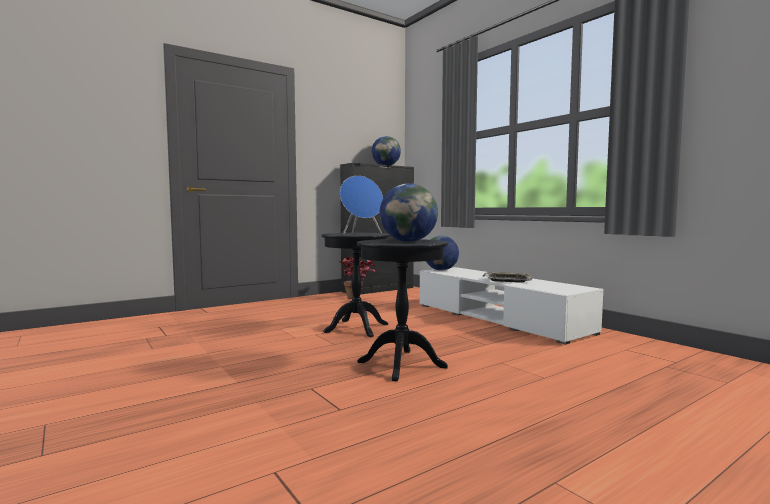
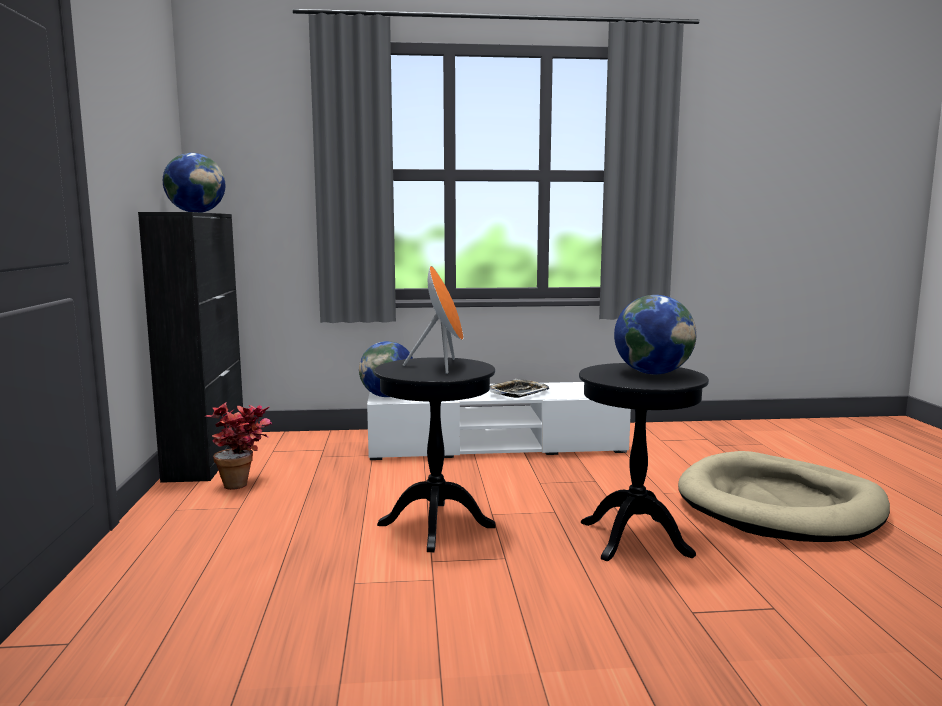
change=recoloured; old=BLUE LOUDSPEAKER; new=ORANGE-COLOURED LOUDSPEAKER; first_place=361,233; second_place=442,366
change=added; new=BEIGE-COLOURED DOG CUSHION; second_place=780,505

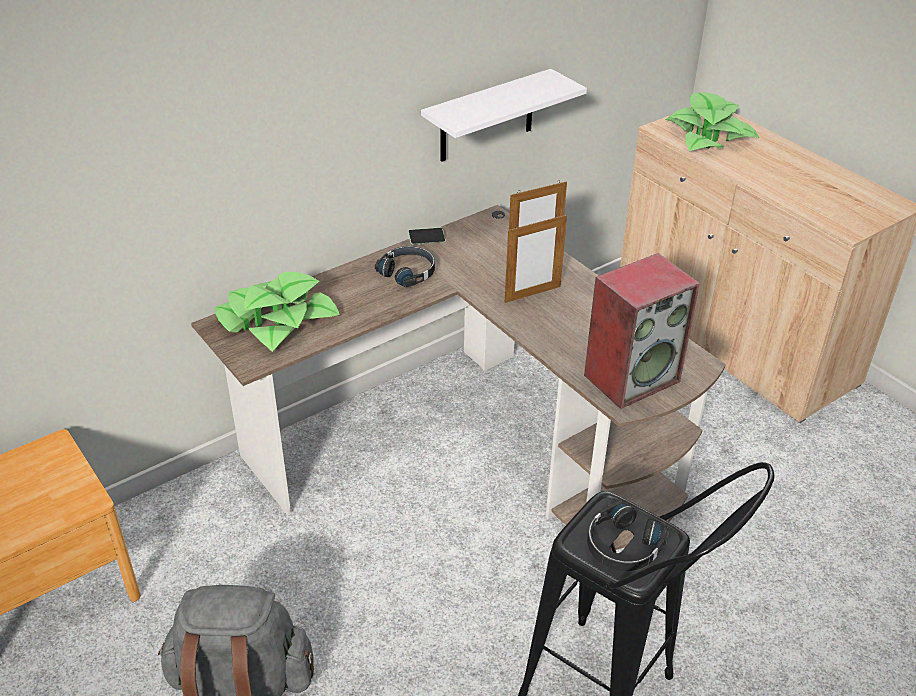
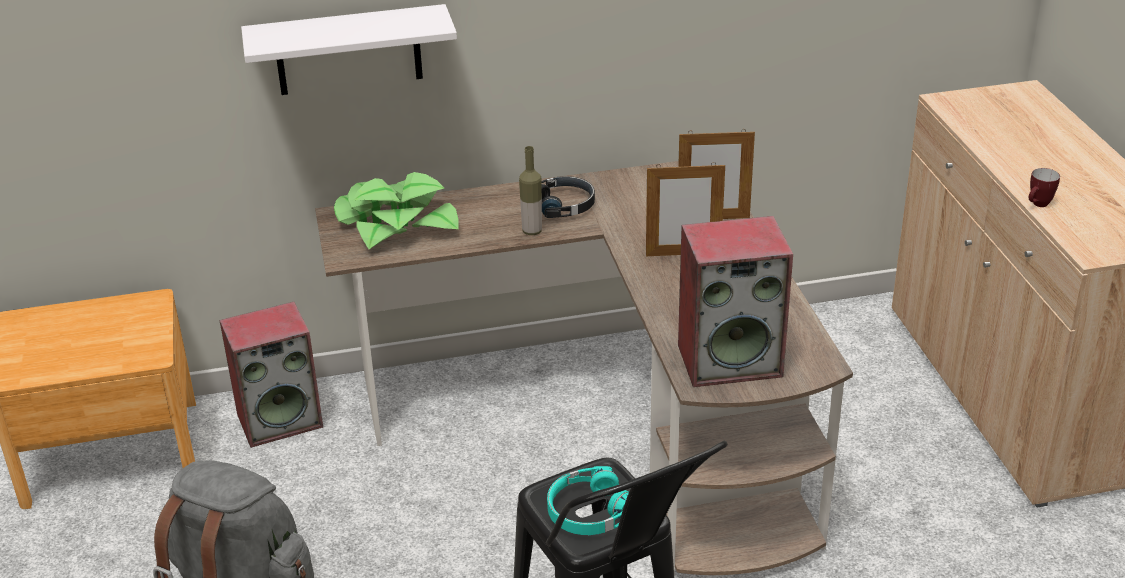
change=removed; old=PHONE; first_place=426,240
change=moved; old=WHITE-COLOURED SHELF; first_place=487,117; second_place=348,50
change=recoloured; old=BLACK HEADSET; new=TURQUOISE HEADSET; first_place=622,546; second_place=588,512
change=removed; old=PLANT IN A POT; first_place=709,136
change=added; new=LOUDSPEAKER; second_place=280,419
change=added; new=BOTTLE; second_place=532,231
change=added; new=TEA MUG; second_place=1038,205

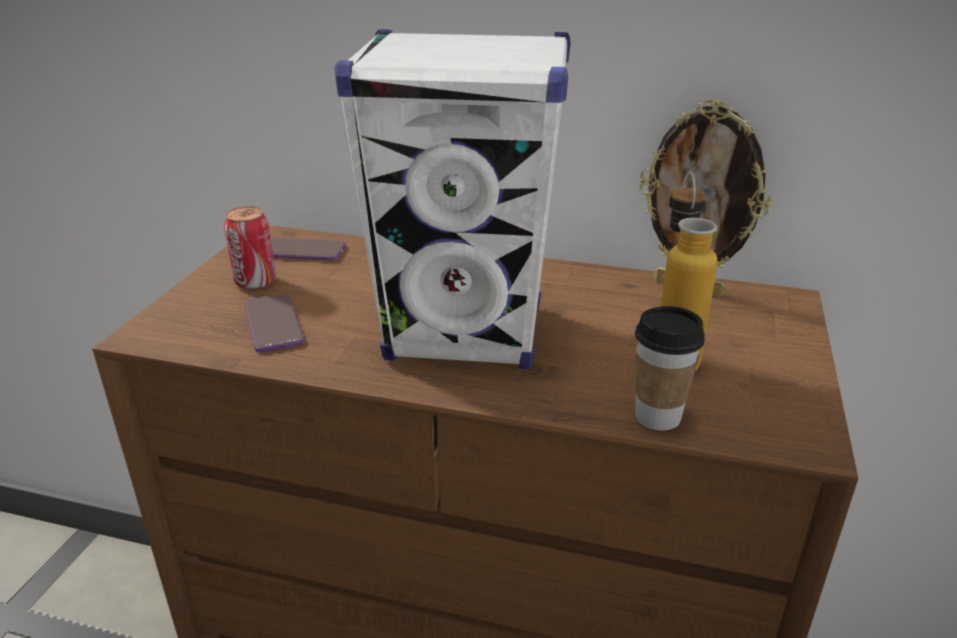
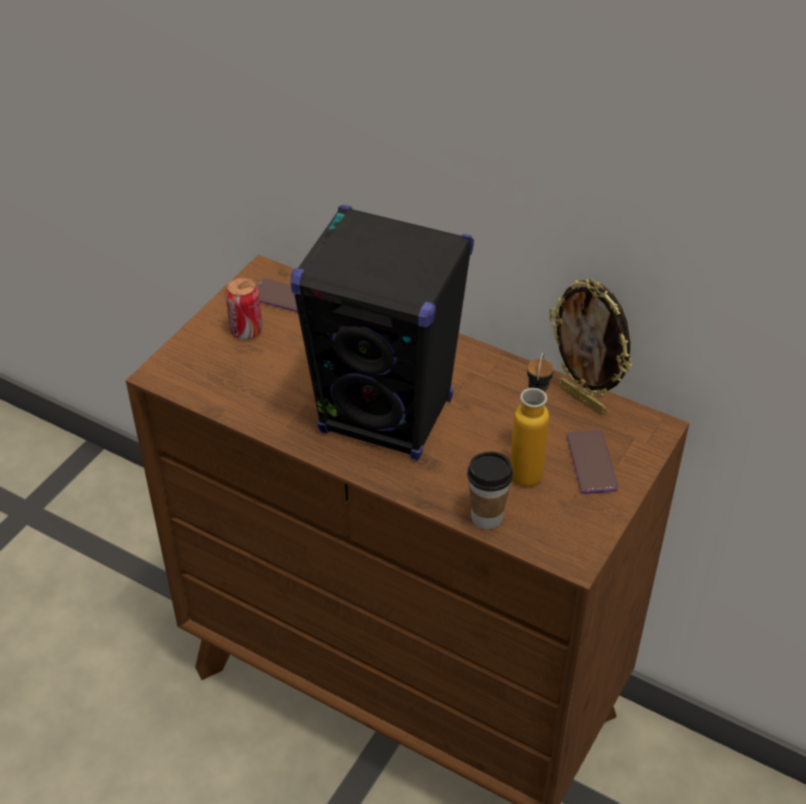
change=moved; old=PHONE; first_place=273,324; second_place=591,462
change=recoloured; old=WHITE-COLOURED LOUDSPEAKER; new=BLACK LOUDSPEAKER; first_place=466,333; second_place=387,416

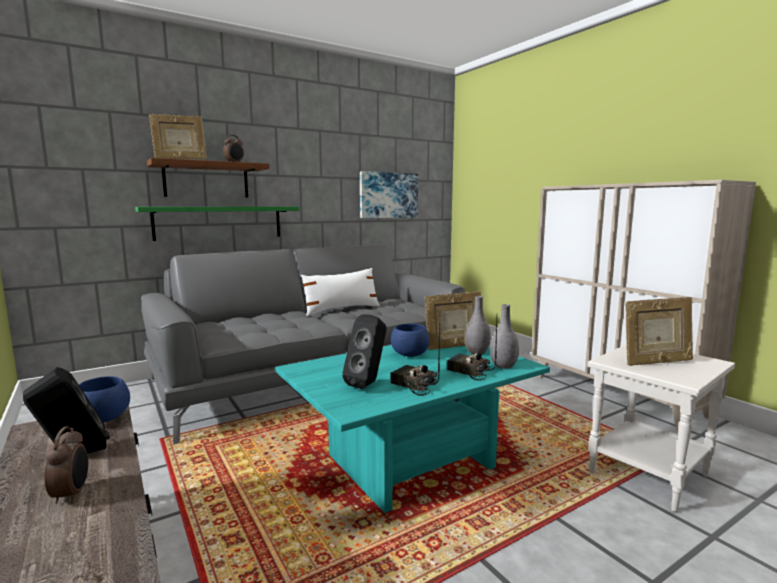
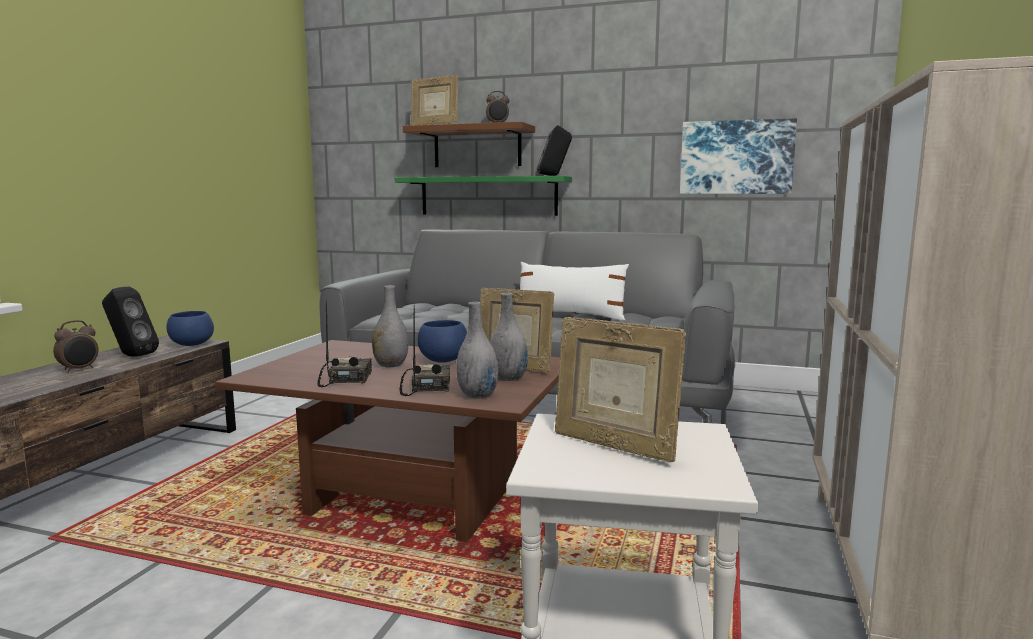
change=recoloured; old=TURQUOISE LOUNGE TABLE; new=BROWNISH LOUNGE TABLE; first_place=411,465; second_place=410,498
change=moved; old=BLACK LOUDSPEAKER; first_place=368,384; second_place=553,176
change=added; new=GREY VASE; second_place=391,365

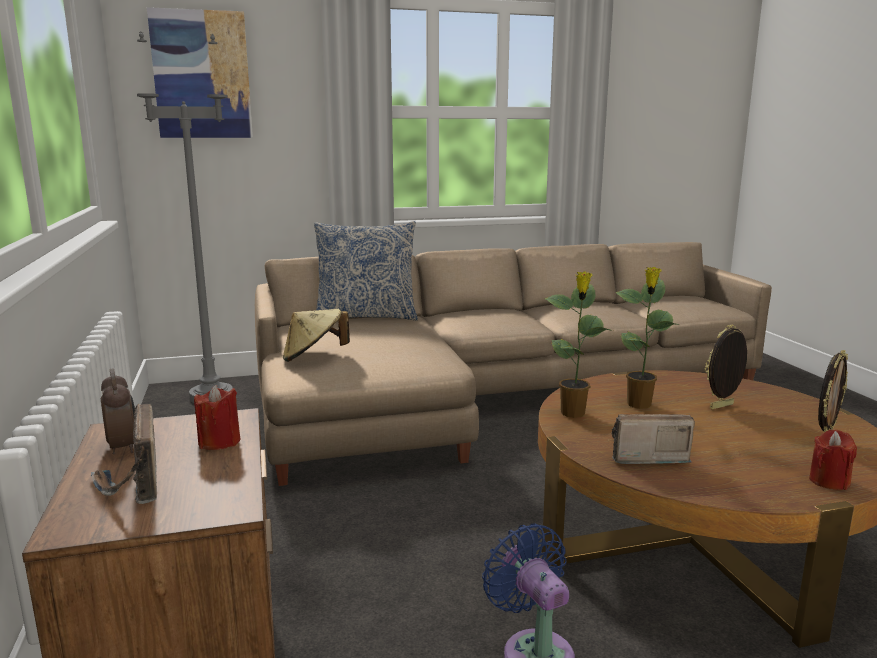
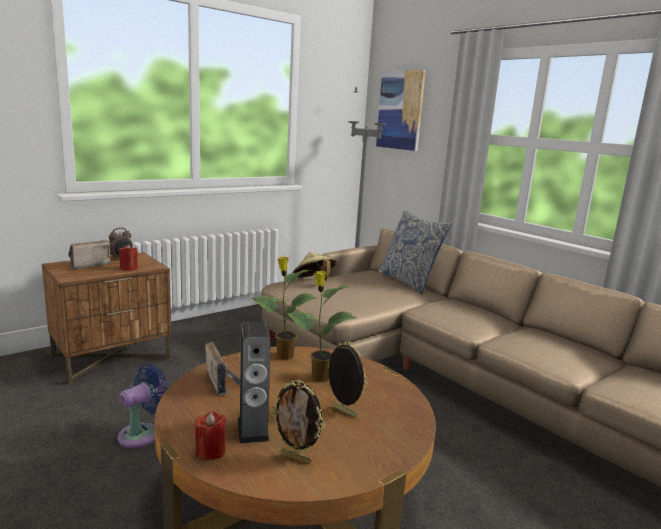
change=added; new=LOUDSPEAKER; second_place=253,429

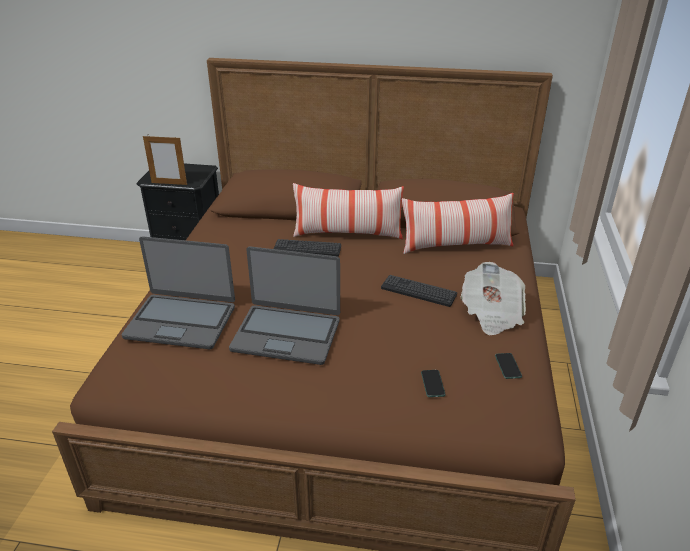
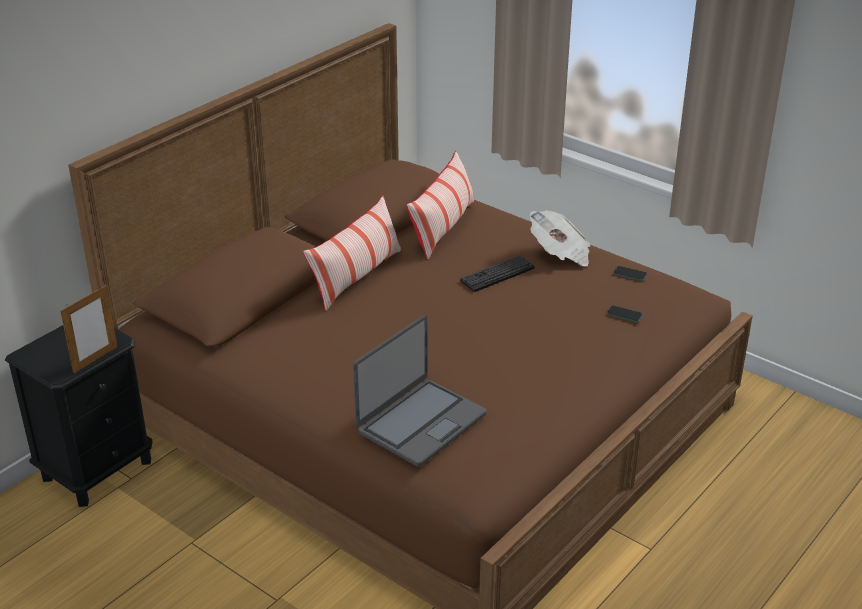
change=removed; old=PORTABLE COMPUTER; first_place=287,334
change=removed; old=PC KEYBOARD; first_place=307,248

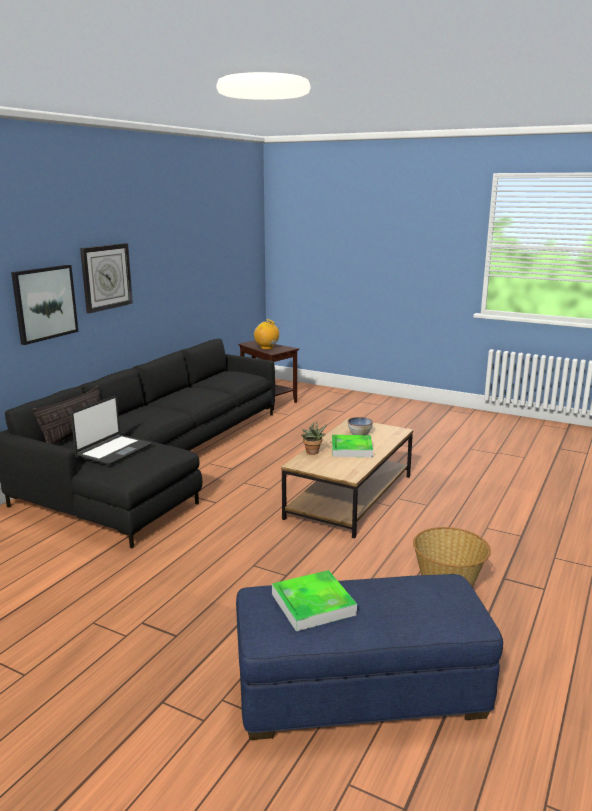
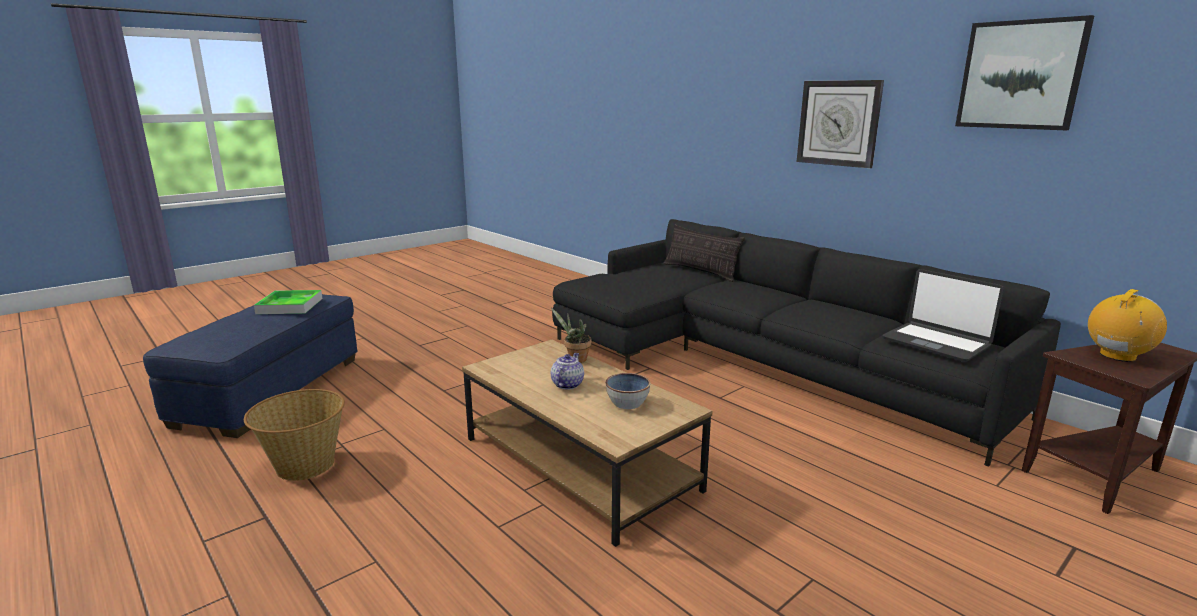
change=moved; old=PICTURE; first_place=44,303; second_place=1020,75
change=moved; old=PORTABLE COMPUTER; first_place=113,451; second_place=936,342
change=replaced; old=CARRYING TRAY; new=TEA POT; first_place=351,449; second_place=567,384

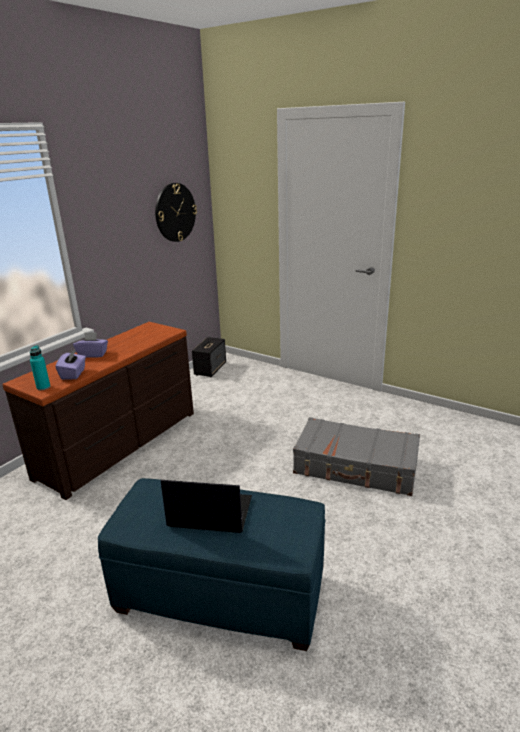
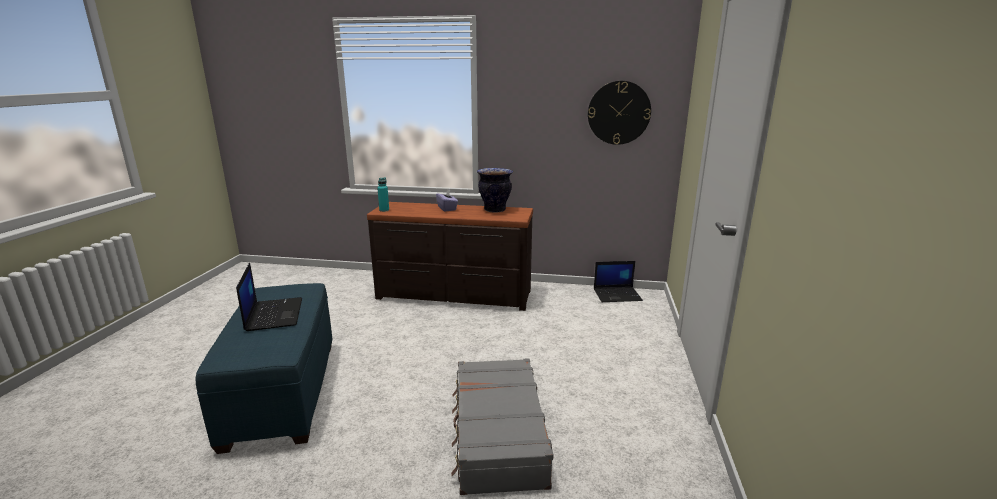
change=removed; old=PURPLE TISSUE BOX; first_place=73,374
change=replaced; old=LOUDSPEAKER; new=PORTABLE COMPUTER; first_place=210,369; second_place=617,295
change=added; new=VASE; second_place=495,210

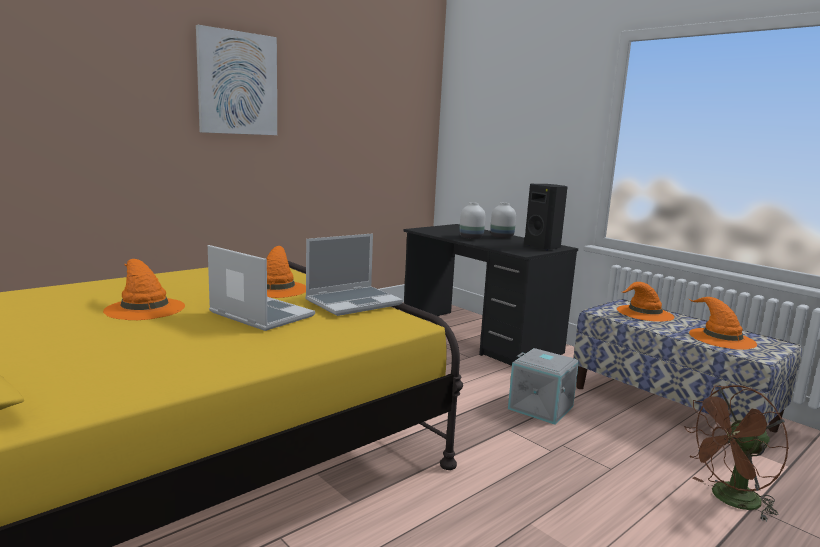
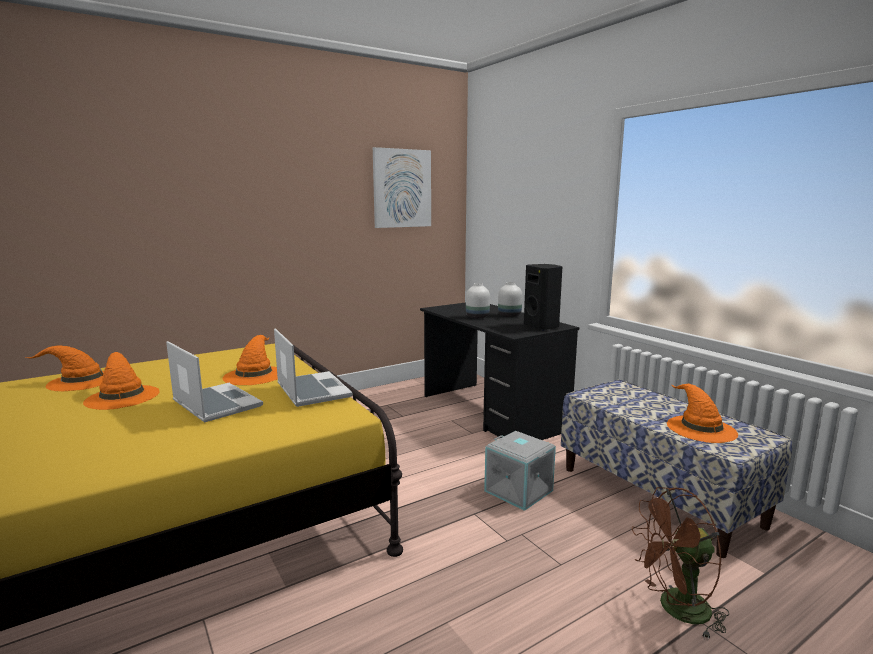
change=moved; old=PICTURE; first_place=237,83; second_place=402,188
change=turned; old=PORTABLE COMPUTER; first_place=354,302; second_place=311,390; degrees=-90
change=moved; old=ORANGE-COLOURED WEARABLE HAT; first_place=644,313; second_place=81,381

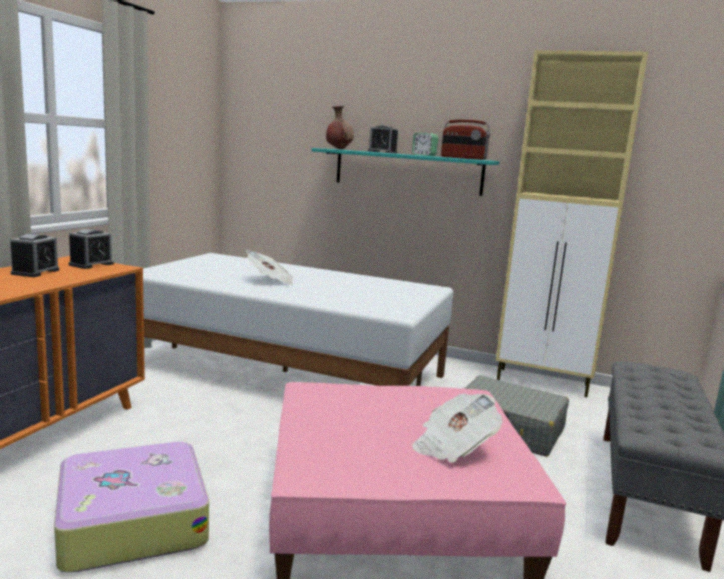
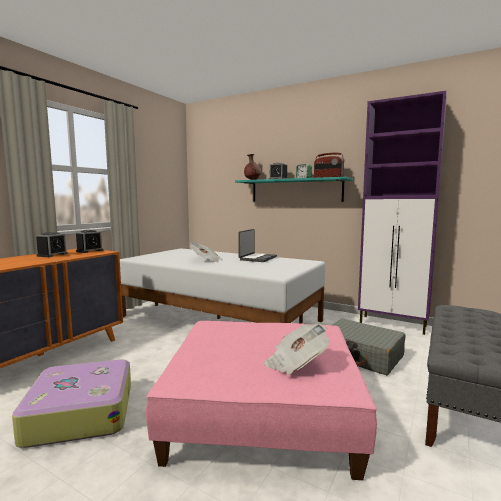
change=recoloured; old=BEIGE-COLOURED STORAGE CABINET; new=PURPLE STORAGE CABINET; first_place=543,382; second_place=393,325
change=added; new=PORTABLE COMPUTER; second_place=257,258

